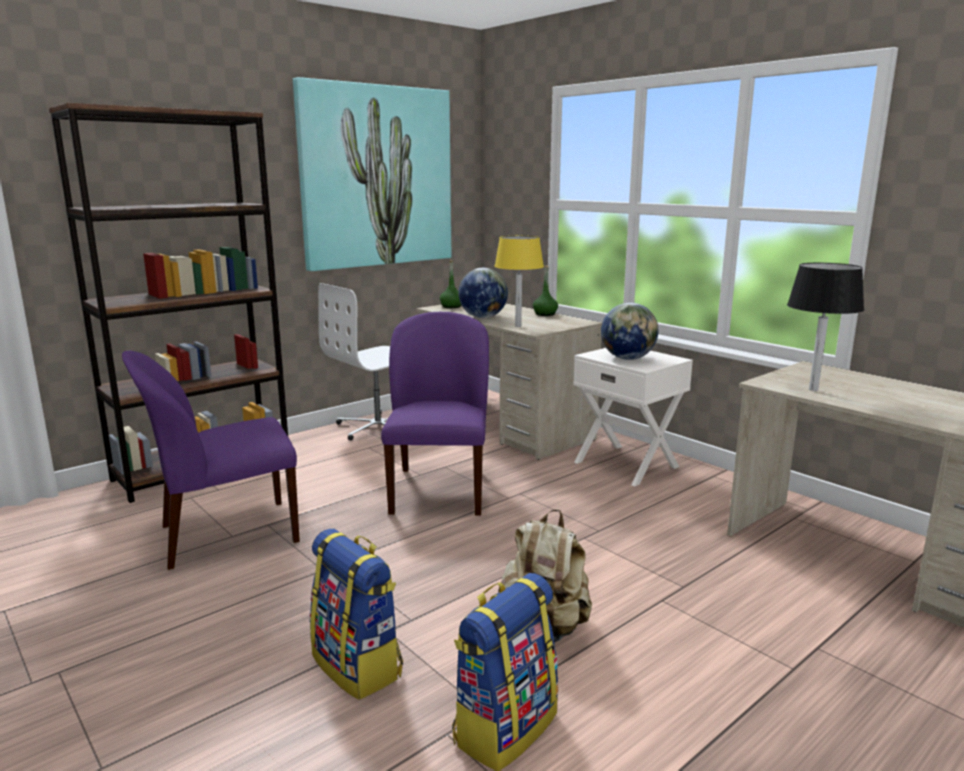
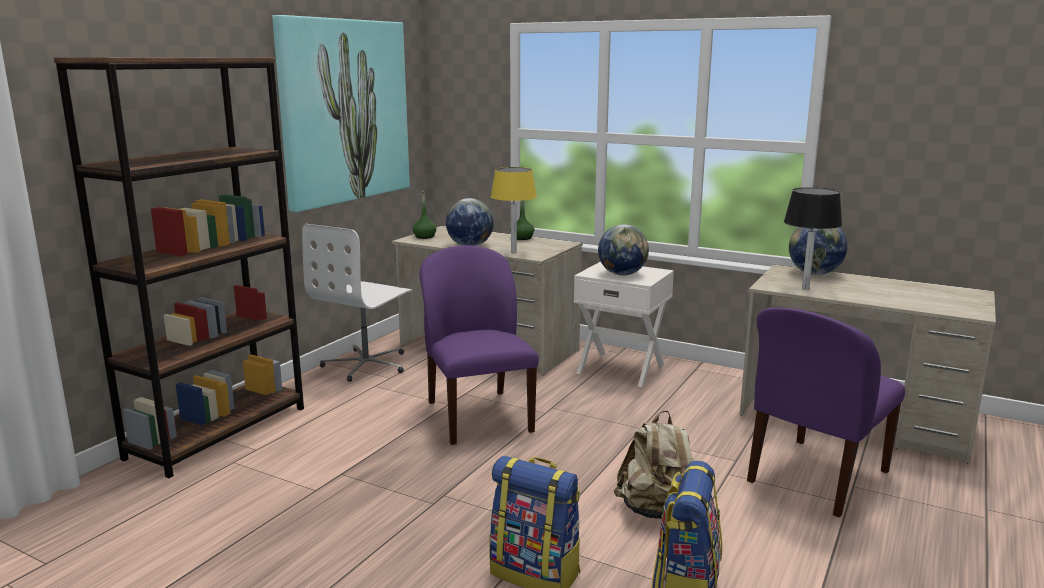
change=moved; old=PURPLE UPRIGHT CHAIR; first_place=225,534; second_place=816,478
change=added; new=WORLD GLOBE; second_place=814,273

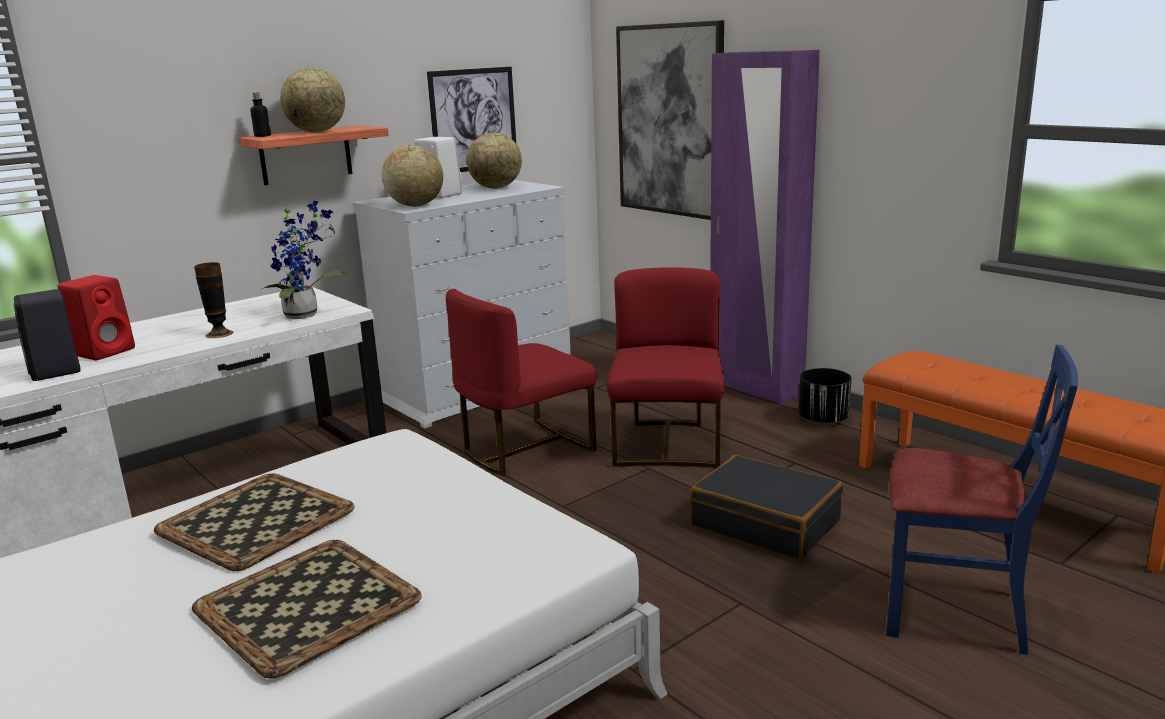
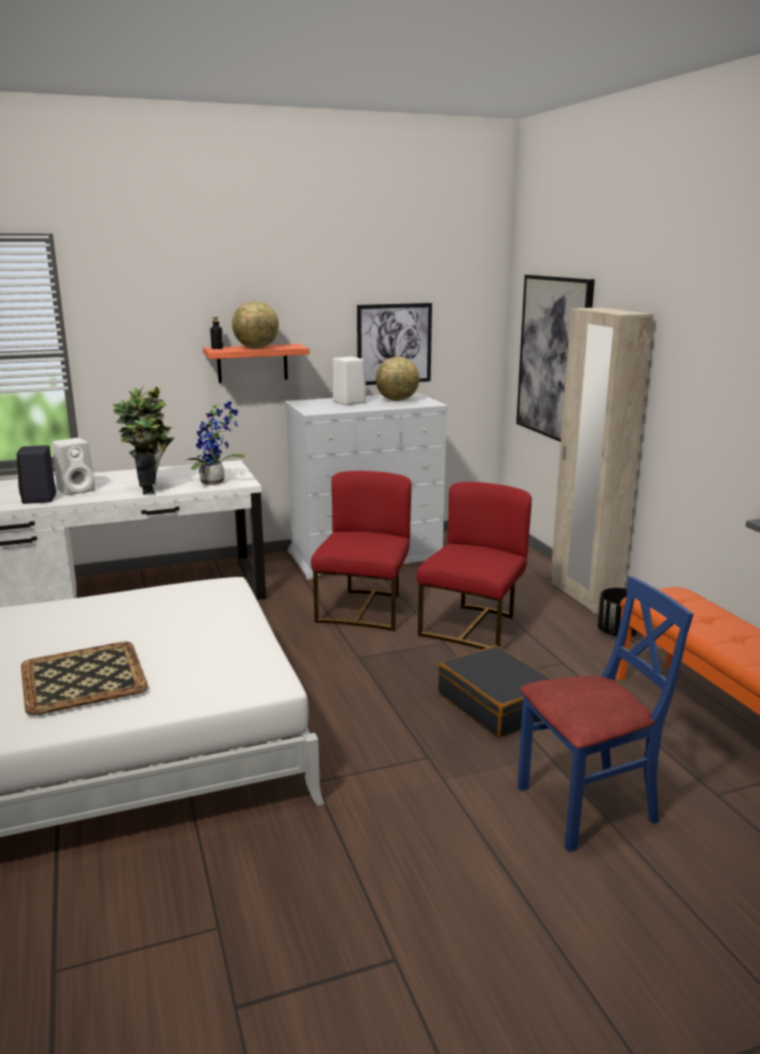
change=recoloured; old=RED LOUDSPEAKER; new=WHITE-COLOURED LOUDSPEAKER; first_place=105,351; second_place=77,490
change=removed; old=CARRYING TRAY; first_place=258,520
change=replaced; old=VASE; new=PLANT IN A POT; first_place=219,334; second_place=151,488
change=removed; old=WORLD GLOBE; first_place=415,205
change=turned; old=RED UPRIGHT CHAIR; first_place=525,449; second_place=364,609; degrees=120
change=recoloured; old=PURPLE ARMOIRE; new=BEIGE-COLOURED ARMOIRE; first_place=755,388; second_place=584,595
change=turned; old=BLUE UPRIGHT CHAIR; first_place=954,611; second_place=587,806; degrees=-60

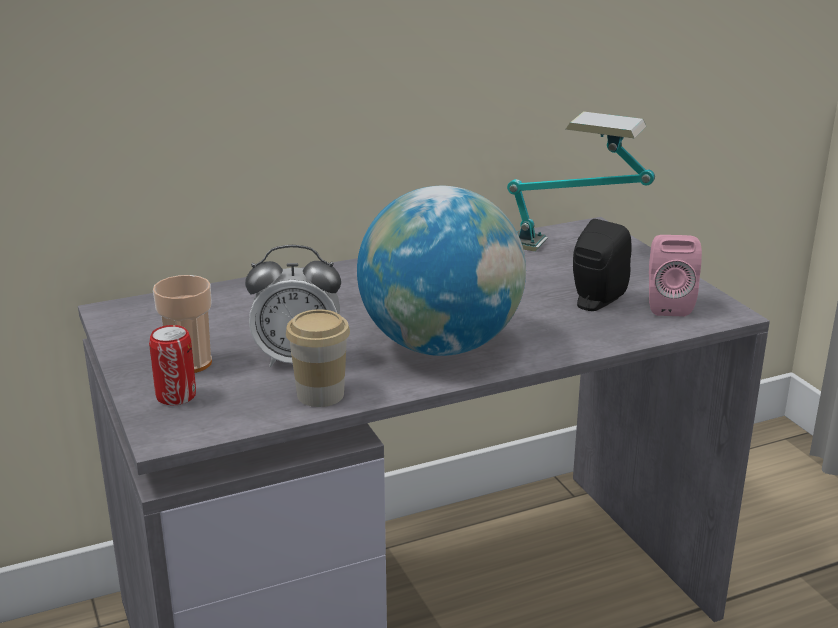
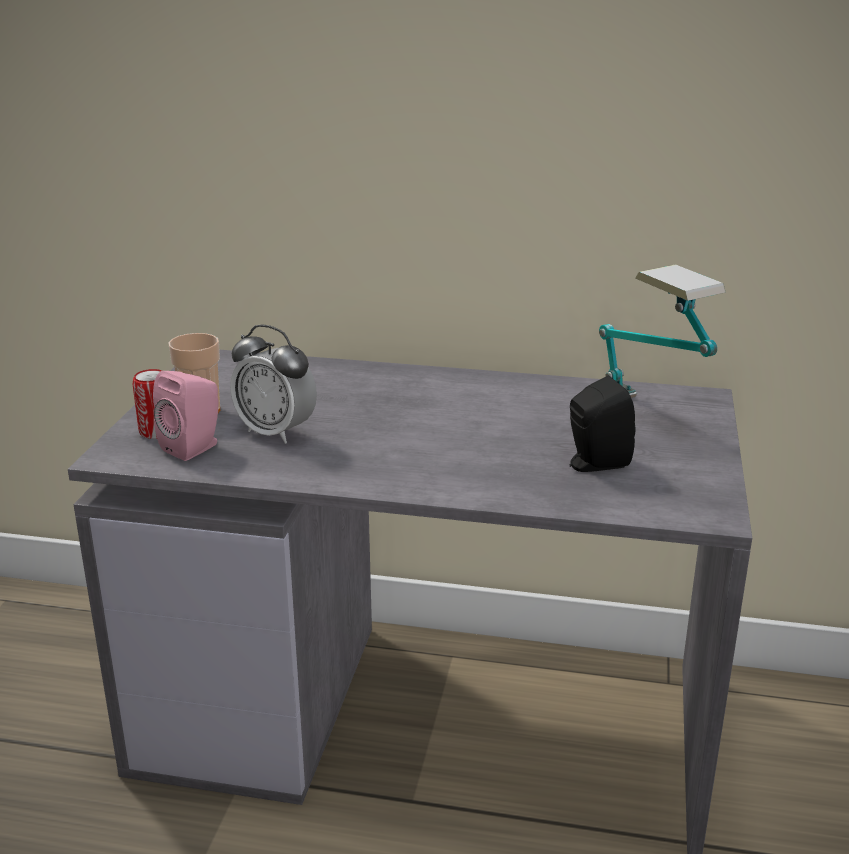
change=removed; old=DRINKING CUP; first_place=320,395
change=removed; old=WORLD GLOBE; first_place=440,346
change=moved; old=PINK LOUDSPEAKER; first_place=667,305; second_place=195,447

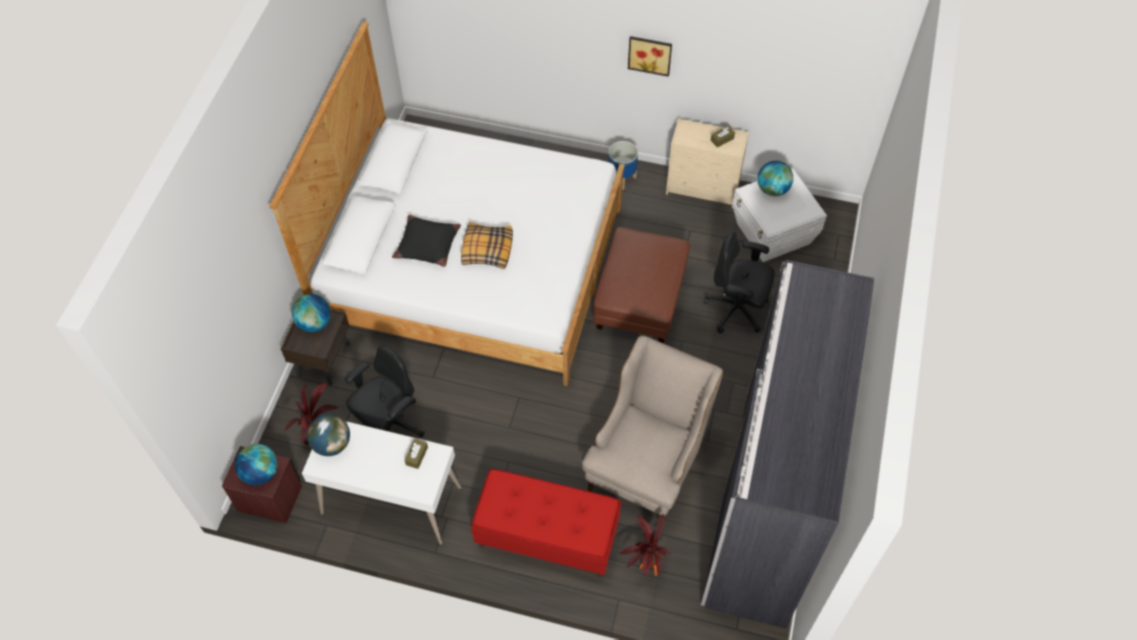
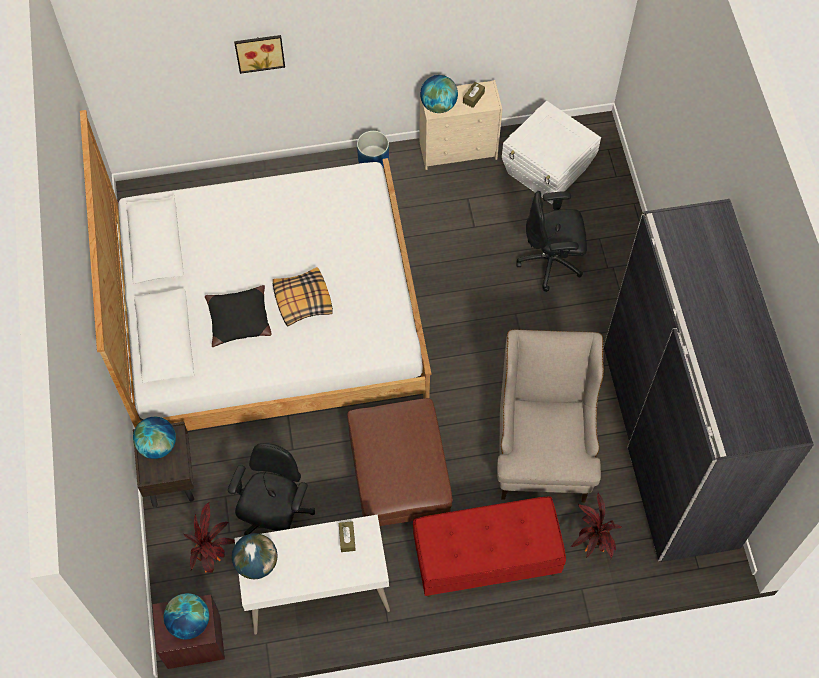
change=moved; old=BROWNISH POUFFE; first_place=639,301; second_place=398,477
change=moved; old=PICTURE; first_place=650,54; second_place=259,51
change=moved; old=WORLD GLOBE; first_place=772,189; second_place=438,105

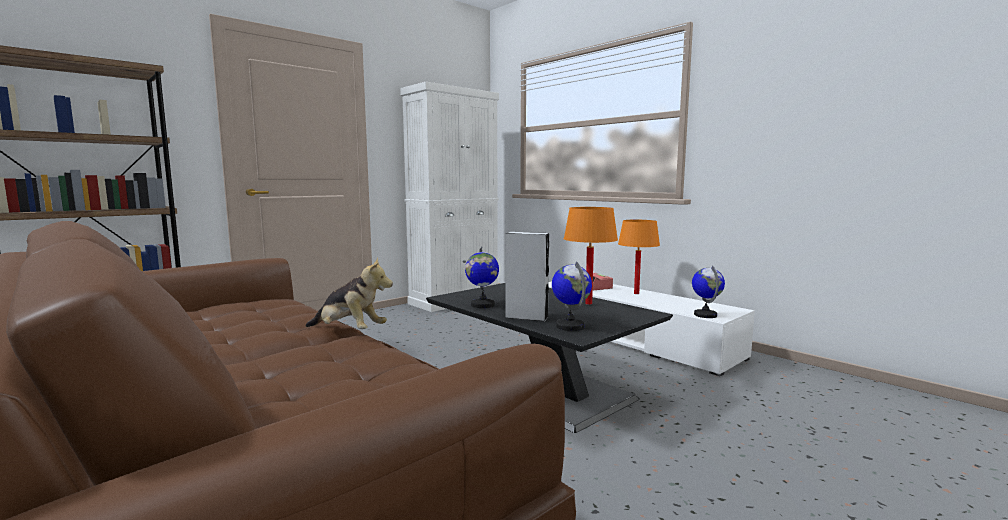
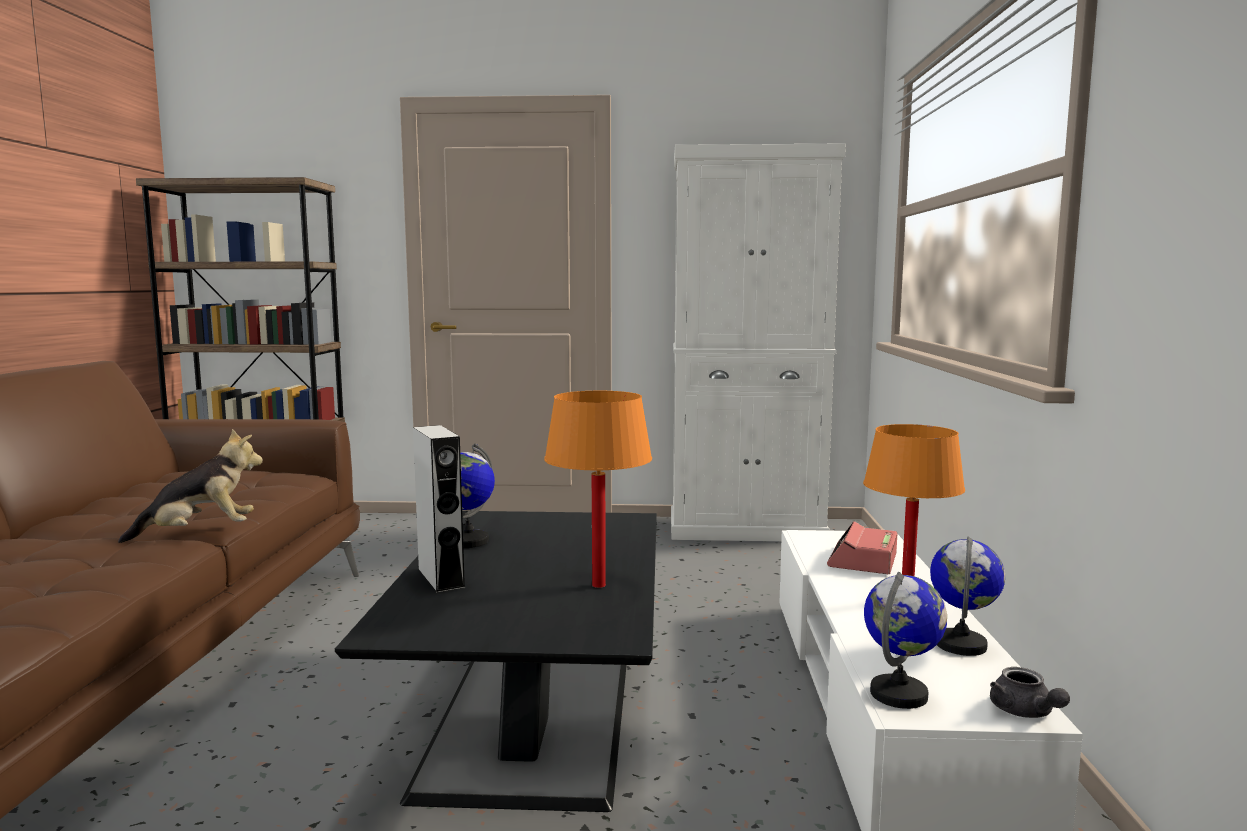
change=turned; old=SOFT TOY; first_place=349,331; second_place=200,534; degrees=-90
change=moved; old=WORLD GLOBE; first_place=570,326; second_place=961,645
change=added; new=GREY TEA POT; second_place=1025,713

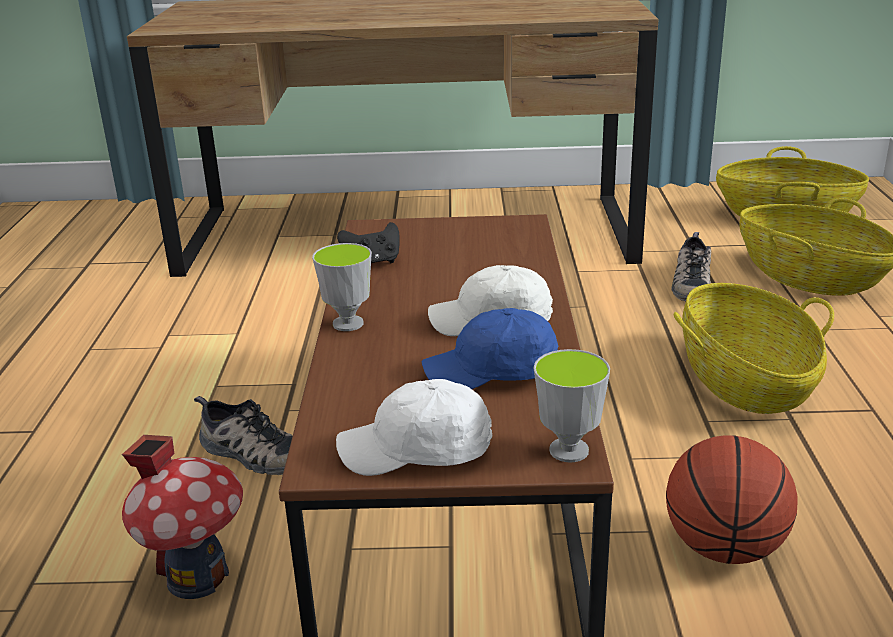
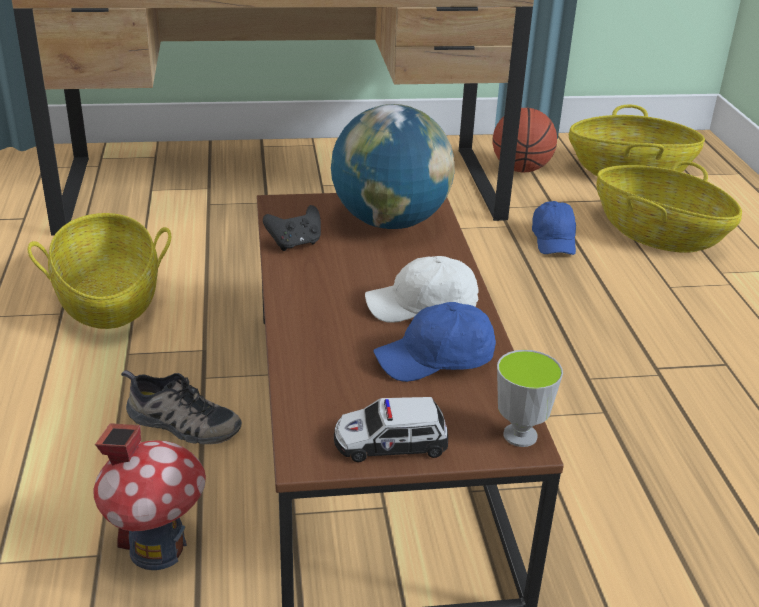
change=removed; old=DRINKING CUP; first_place=348,324
change=replaced; old=WHITE-COLOURED PEAKED CAP; new=MINIATURE CAR; first_place=417,453; second_place=390,442
change=moved; old=BASKETBALL BALL; first_place=723,548; second_place=520,169
change=replaced; old=LOW SHOE; new=BLUE PEAKED CAP; first_place=690,283; second_place=554,240
change=moved; old=BASKET; first_place=745,381; second_place=108,300
change=added; new=WORLD GLOBE; second_place=390,222

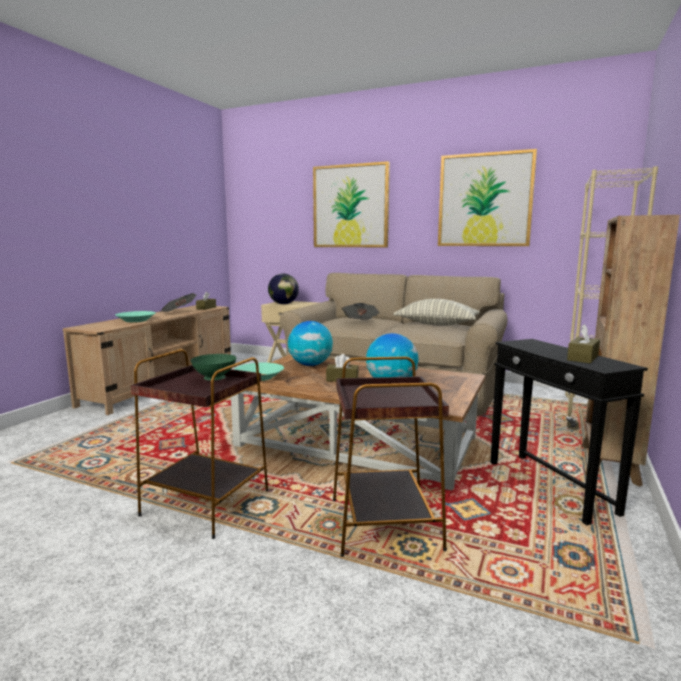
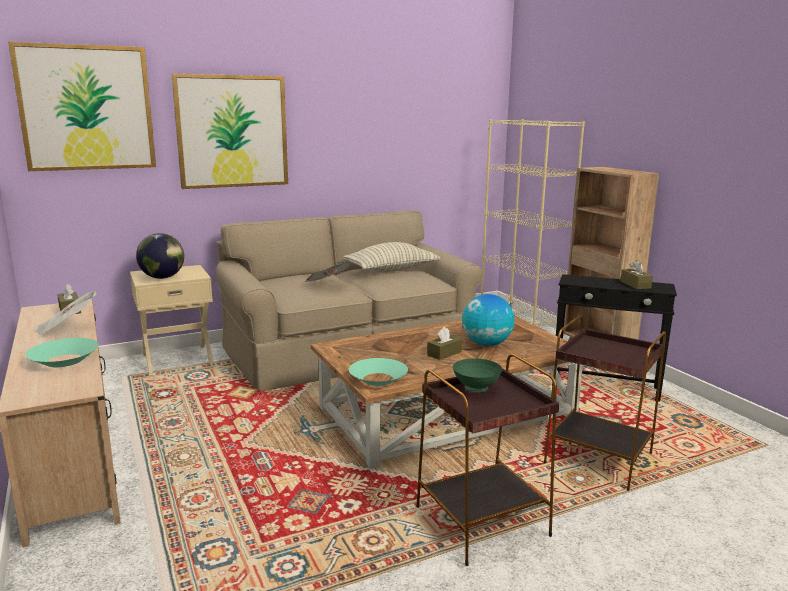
change=removed; old=WORLD GLOBE; first_place=310,365
change=moved; old=PICTURE; first_place=485,200; second_place=86,108

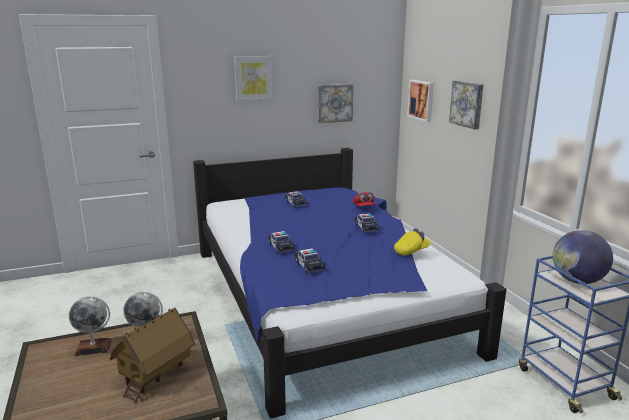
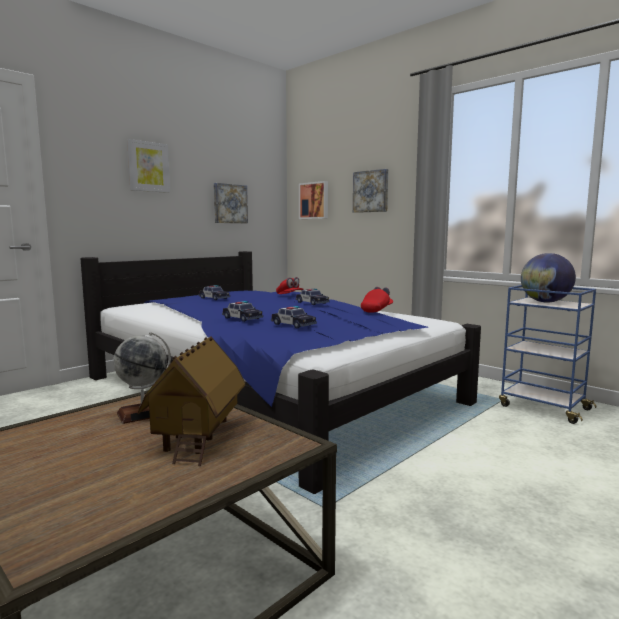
change=removed; old=WORLD GLOBE; first_place=93,347
change=recoloured; old=YELLOWISH PEAKED CAP; new=RED PEAKED CAP; first_place=411,251; second_place=377,310

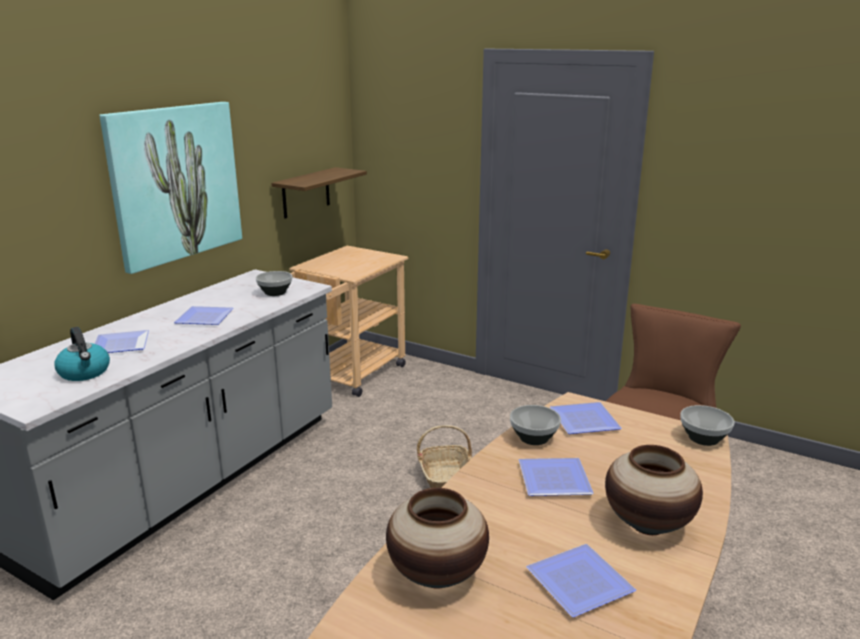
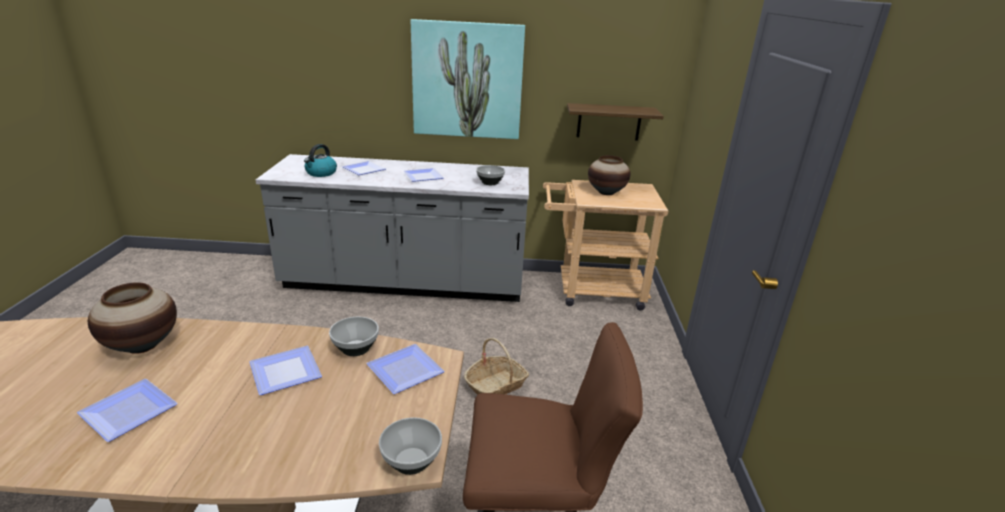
change=moved; old=VASE; first_place=648,524; second_place=606,192

